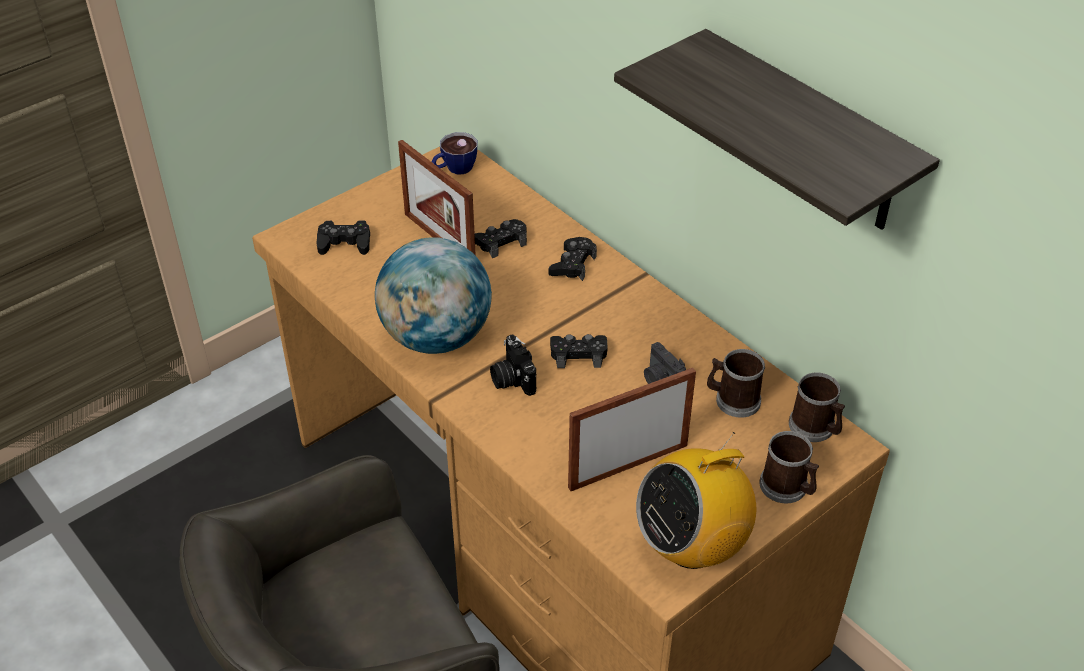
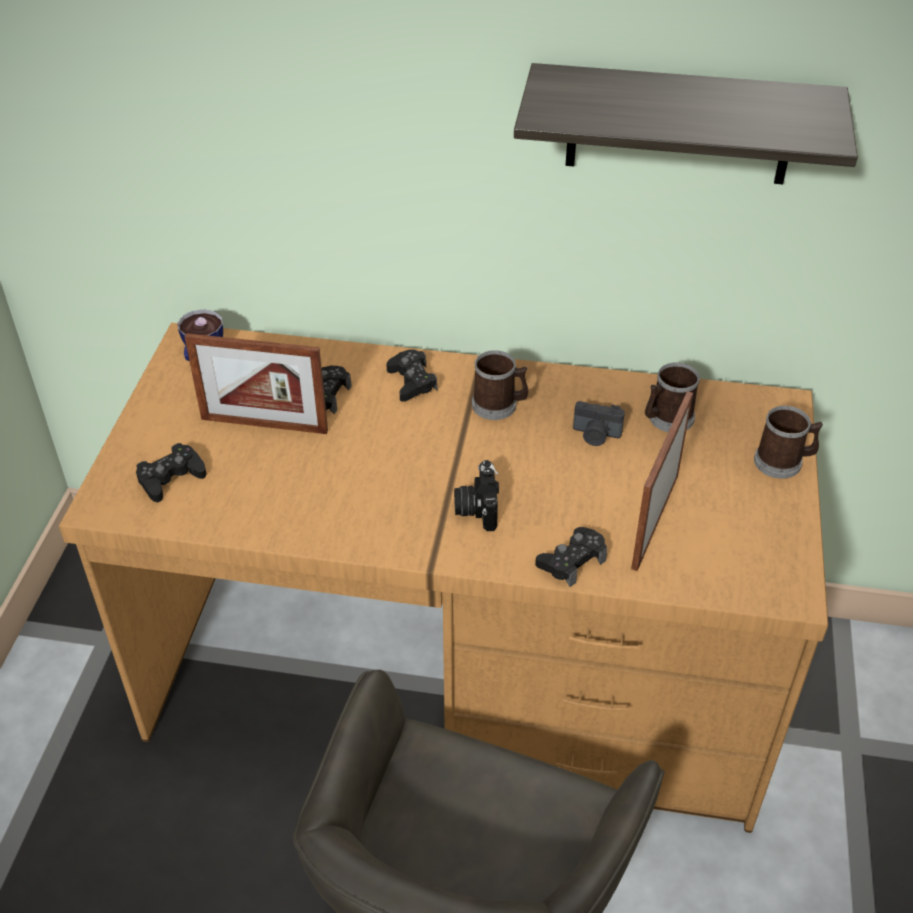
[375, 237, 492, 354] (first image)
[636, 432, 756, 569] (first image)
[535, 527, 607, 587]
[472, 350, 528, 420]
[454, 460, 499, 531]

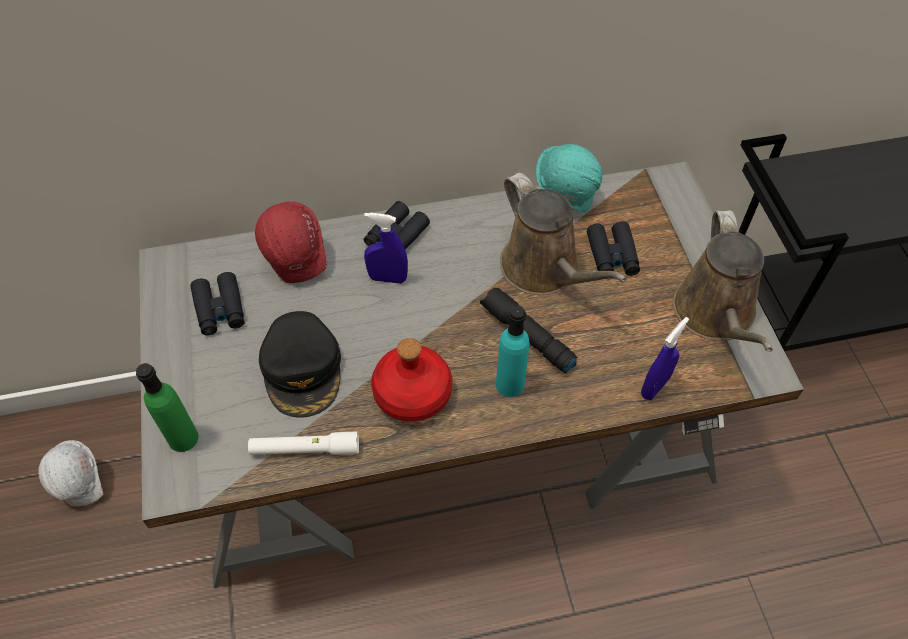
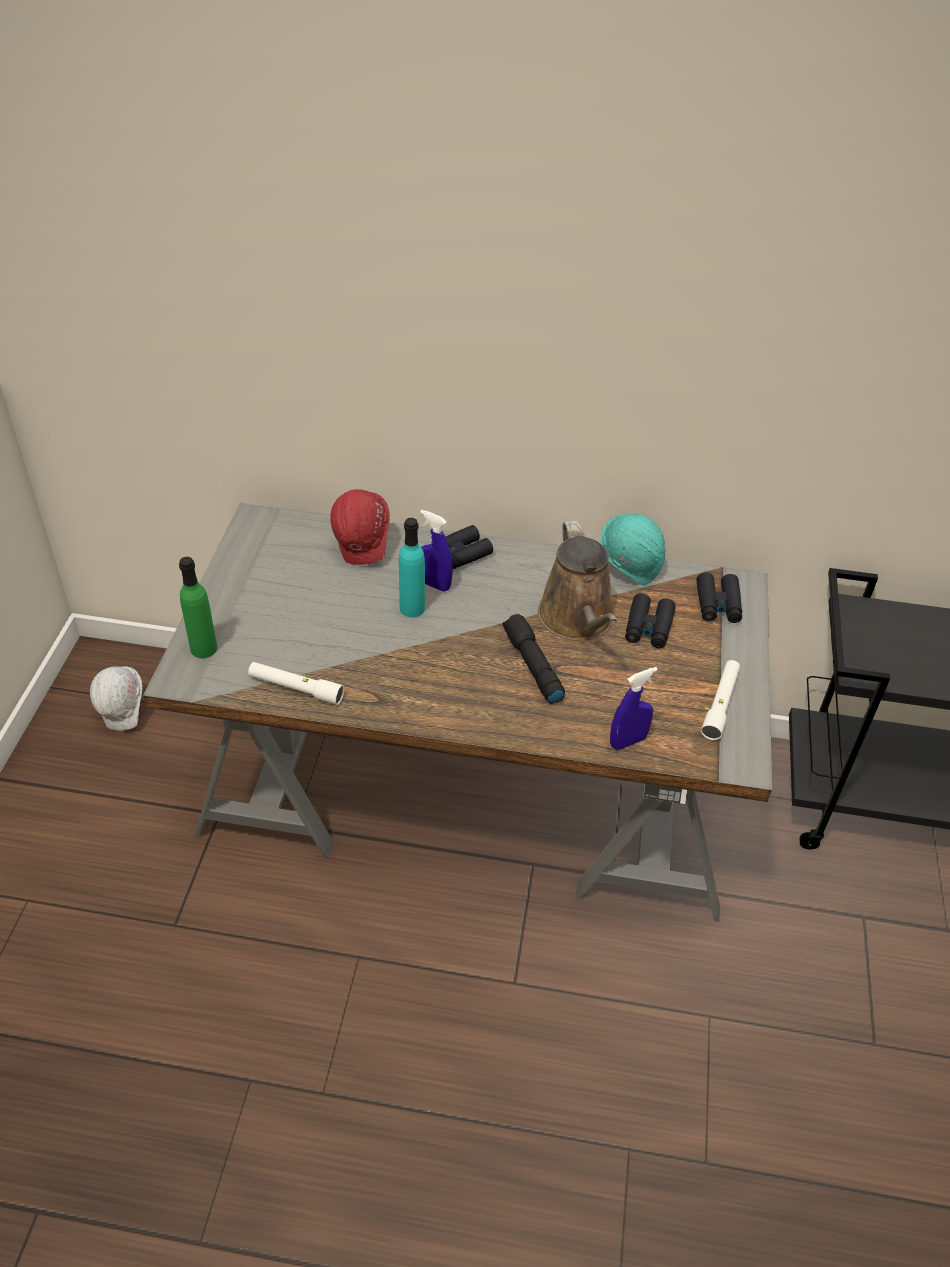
[259, 311, 341, 418] (first image)
[371, 338, 452, 422] (first image)
[696, 572, 742, 623]
[399, 518, 425, 618]
[701, 660, 740, 740]

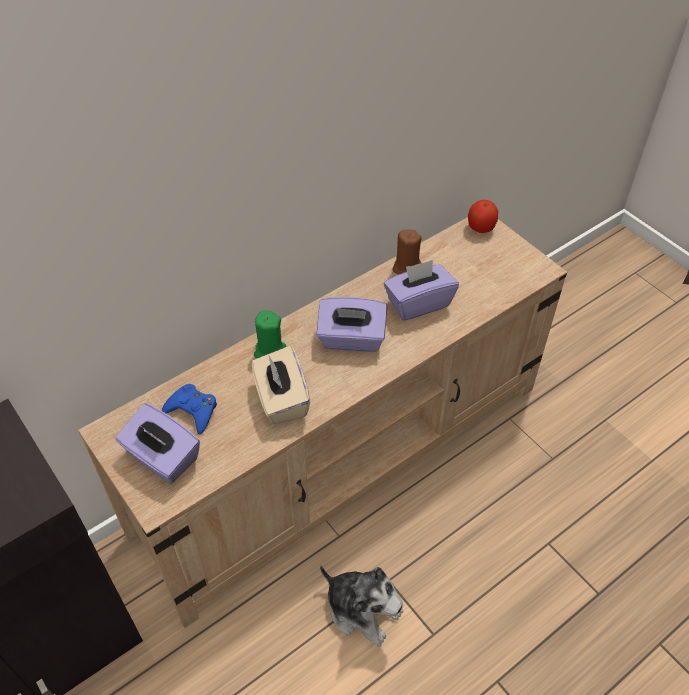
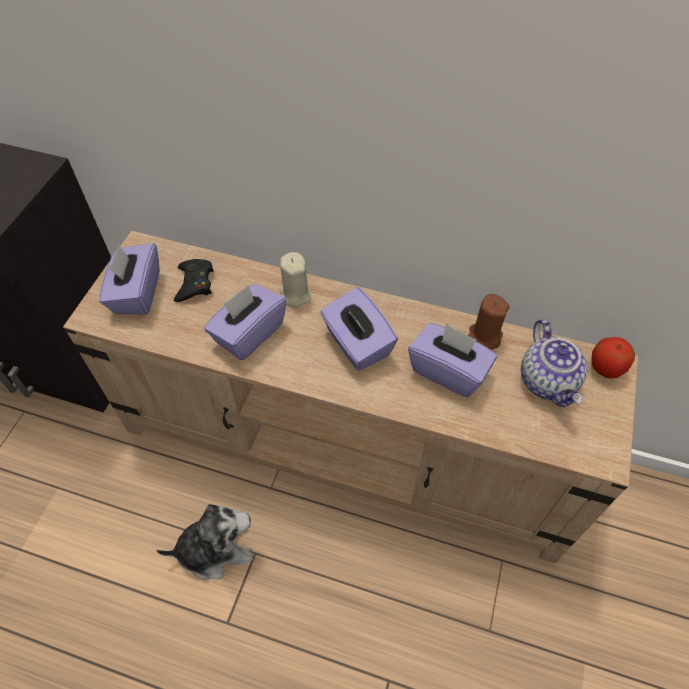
[521, 319, 588, 408]
[174, 259, 214, 302]
[204, 284, 287, 360]
[280, 252, 311, 307]
[156, 504, 253, 580]

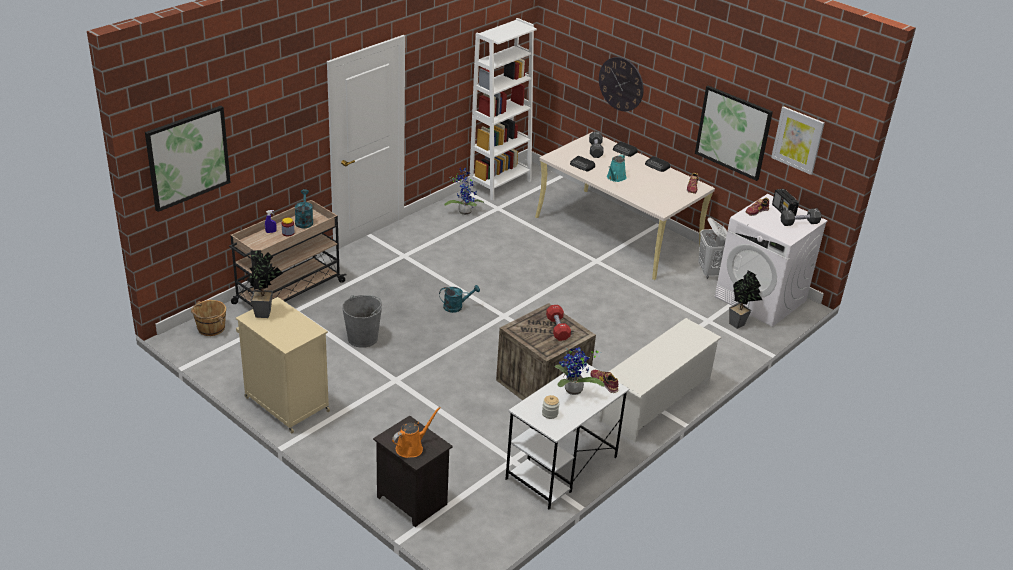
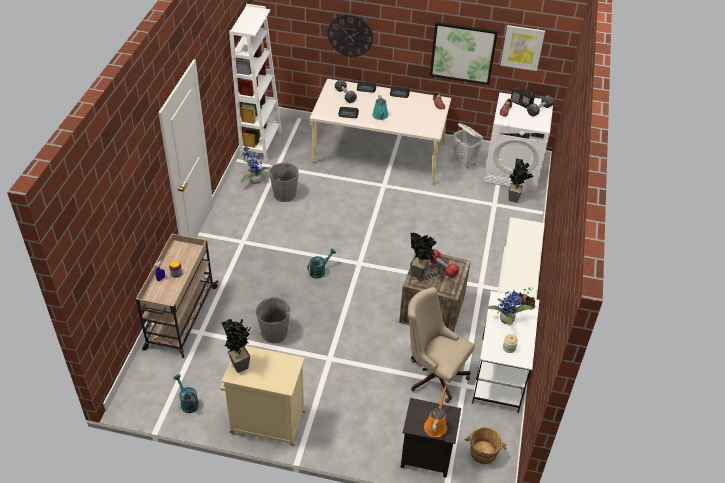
[145, 106, 231, 212] (first image)
[268, 162, 299, 202]
[408, 287, 475, 403]
[410, 232, 436, 279]
[465, 427, 506, 464]
[173, 374, 199, 413]

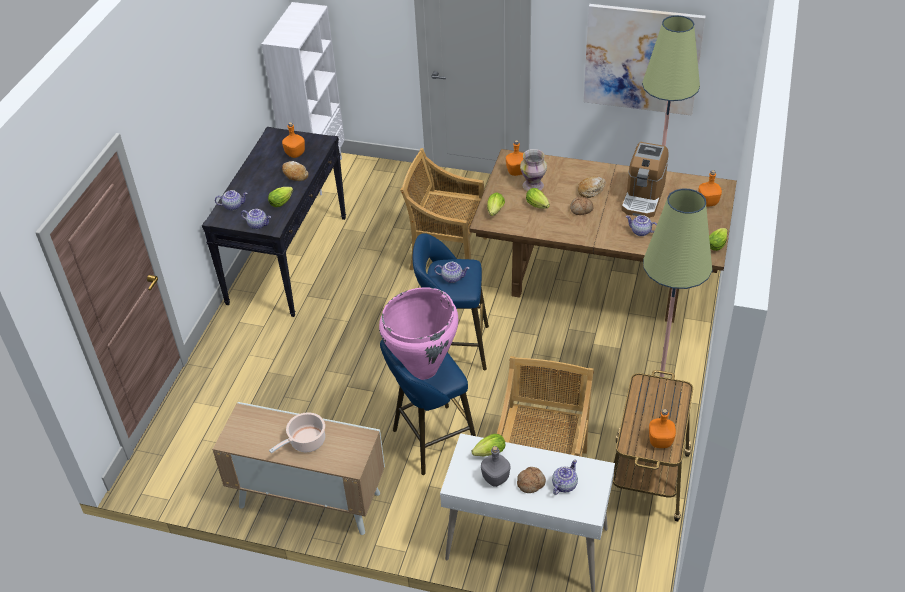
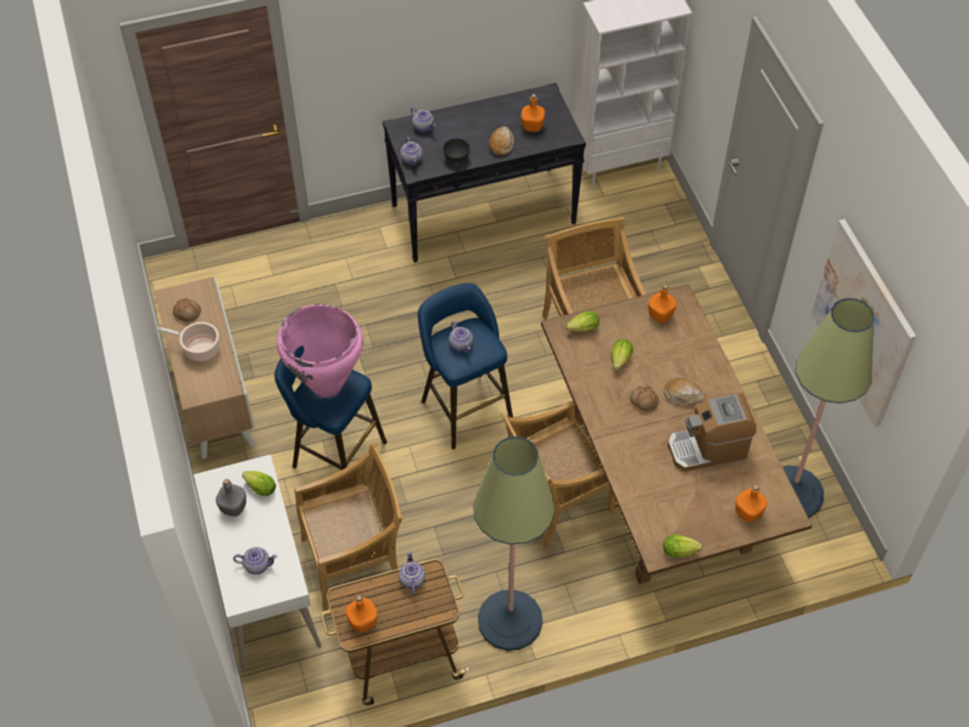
[520, 149, 547, 191] (first image)
[501, 401, 616, 548]
[173, 298, 201, 322]
[398, 551, 425, 595]
[443, 138, 470, 163]

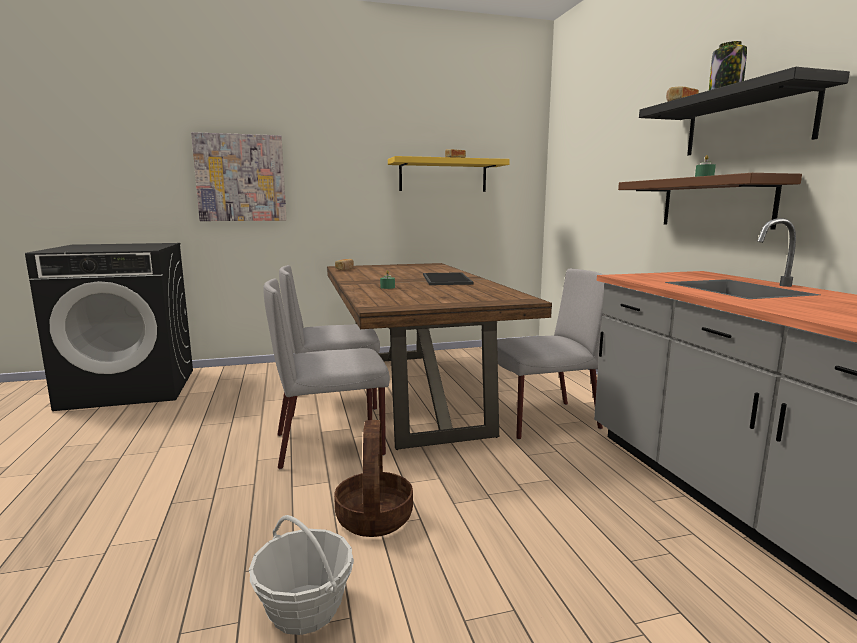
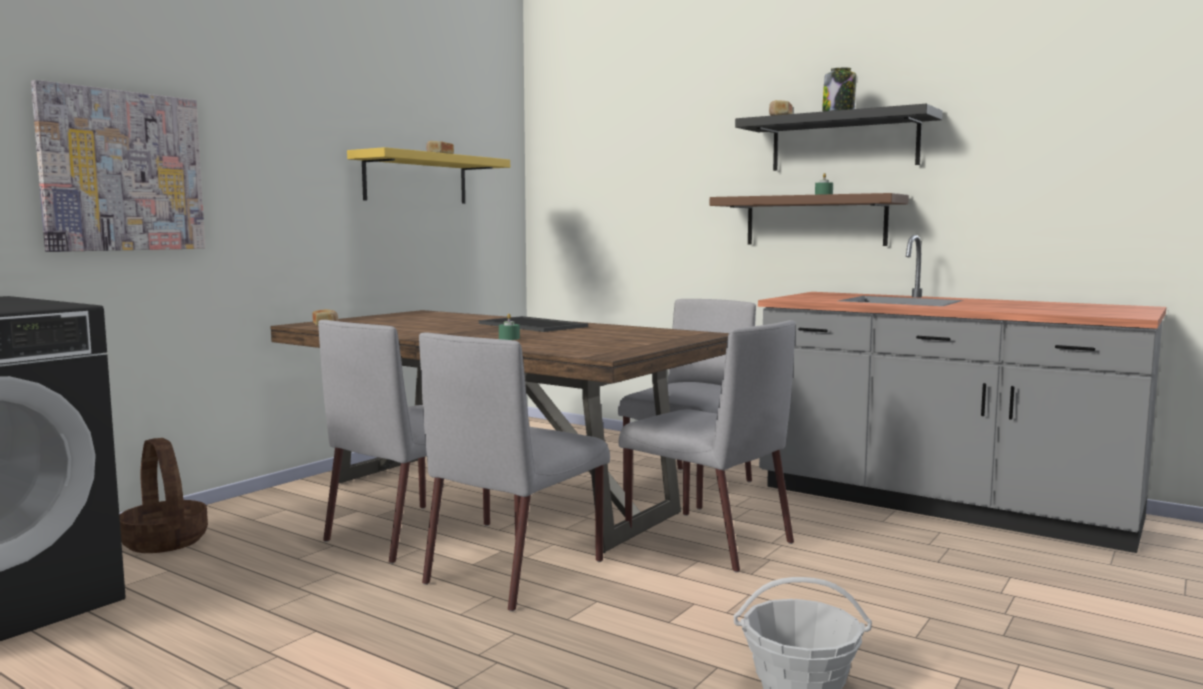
[619, 320, 795, 572]
[119, 438, 208, 553]

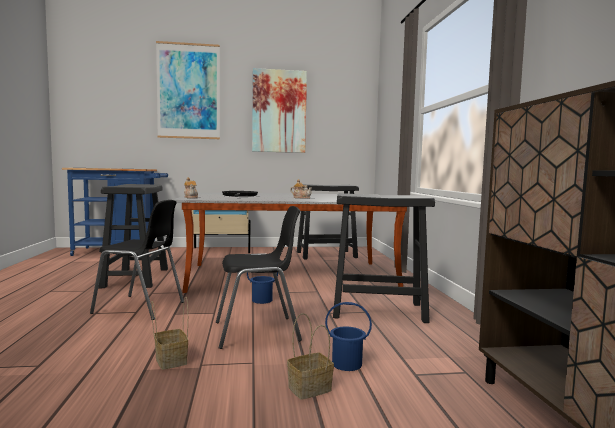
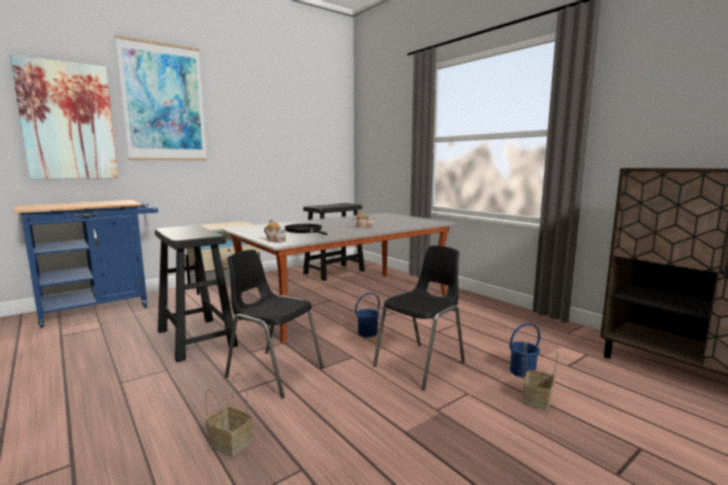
[333, 193, 435, 323] (first image)
[205, 372, 253, 457]
[10, 55, 119, 180]
[225, 250, 324, 398]

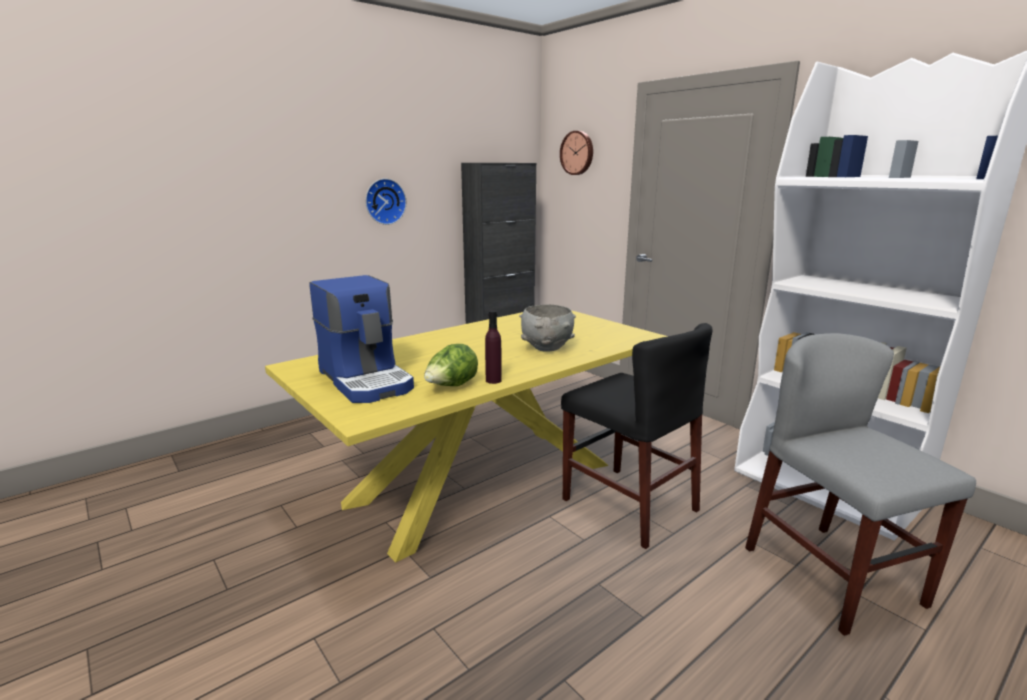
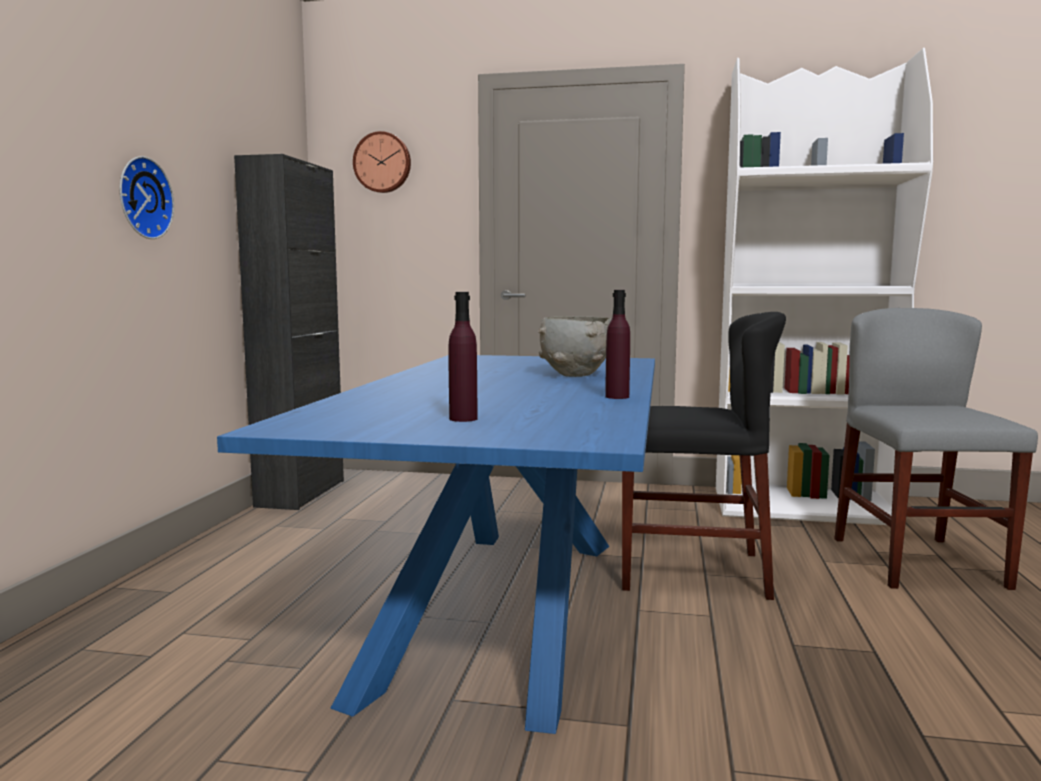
[424, 344, 478, 386] (first image)
[448, 292, 478, 422]
[217, 355, 655, 734]
[834, 308, 1038, 590]

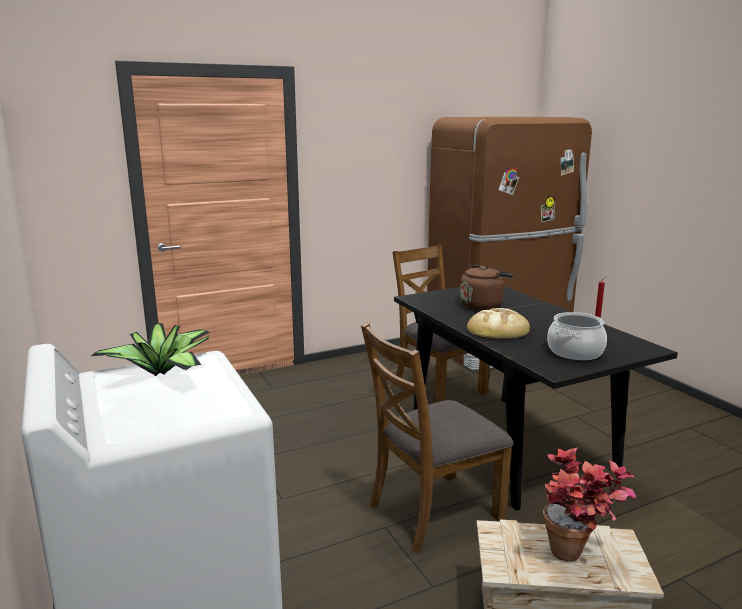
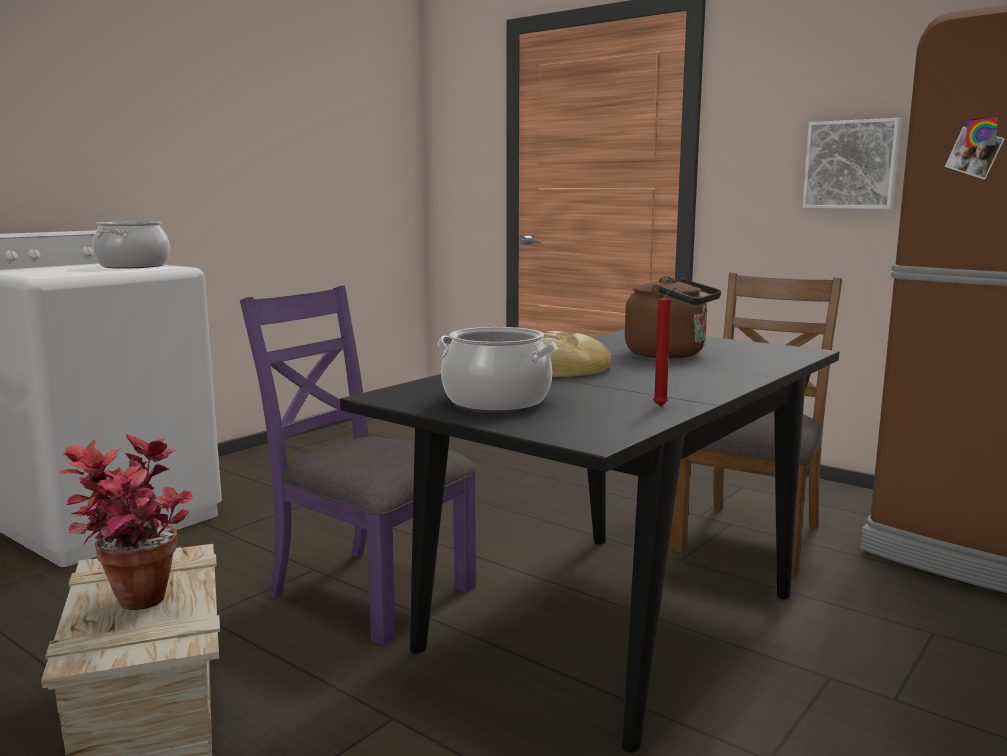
[802, 118, 901, 209]
[92, 221, 170, 269]
[240, 285, 477, 646]

